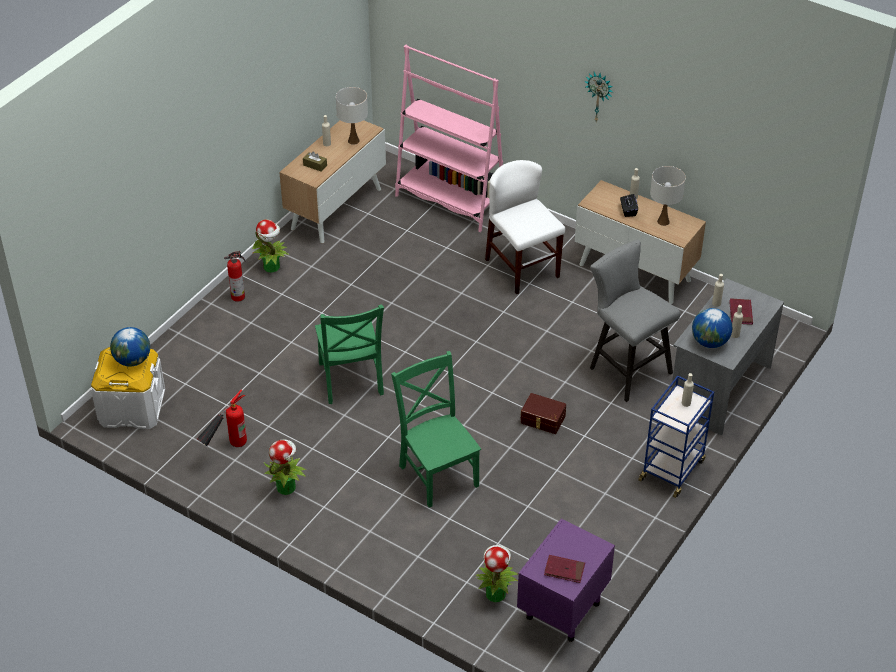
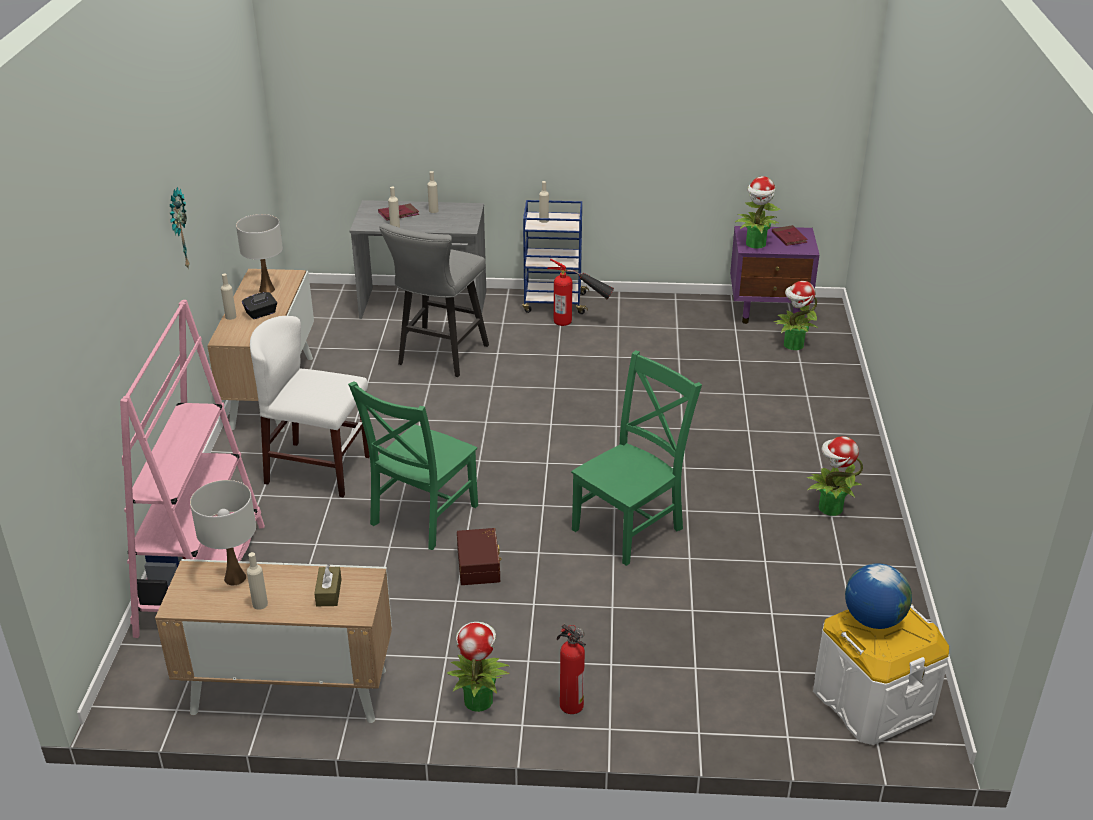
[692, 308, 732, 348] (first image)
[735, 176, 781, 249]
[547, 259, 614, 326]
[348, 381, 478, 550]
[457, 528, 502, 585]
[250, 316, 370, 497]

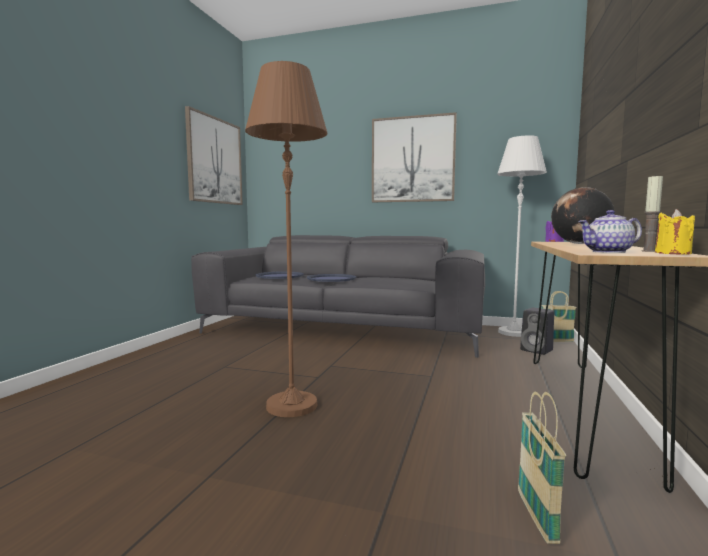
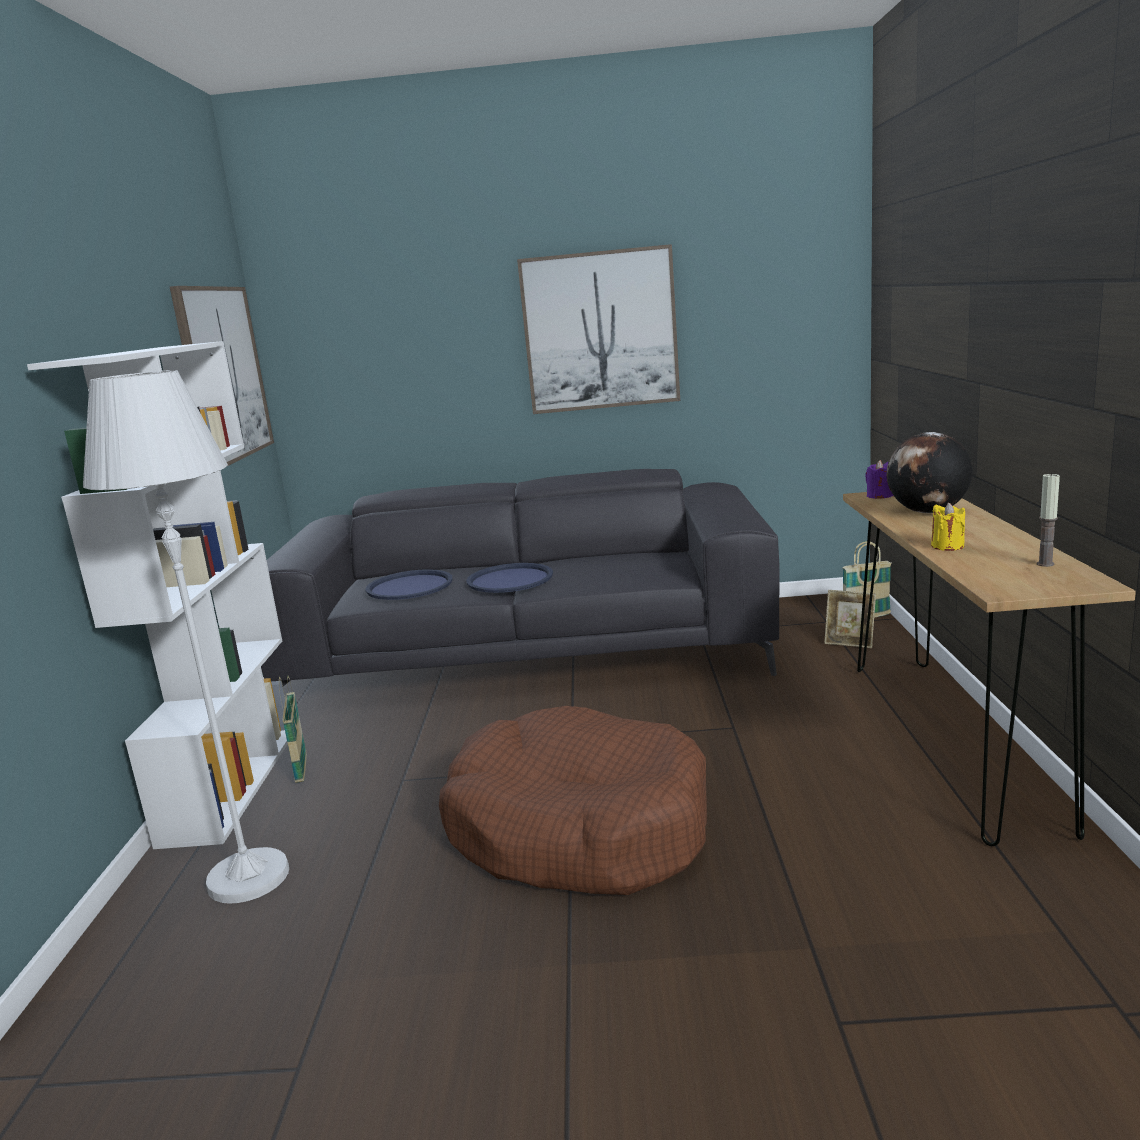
[578, 210, 642, 253] (first image)
[27, 341, 288, 849]
[83, 370, 289, 904]
[279, 676, 307, 783]
[931, 503, 965, 551]
[439, 706, 707, 895]
[824, 590, 876, 648]

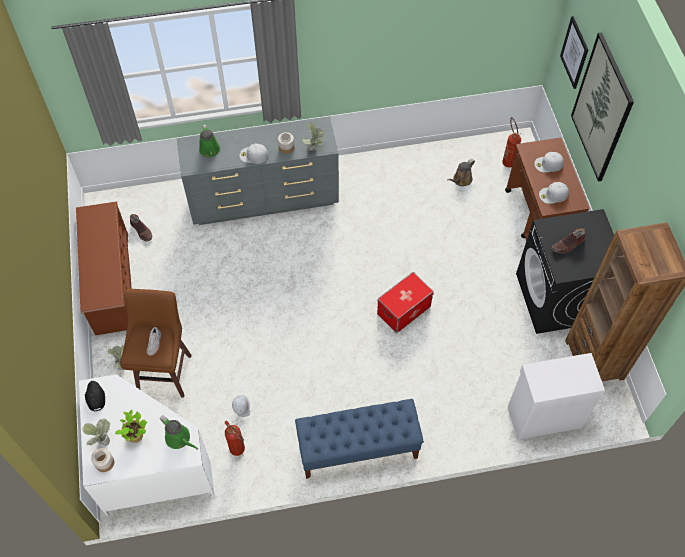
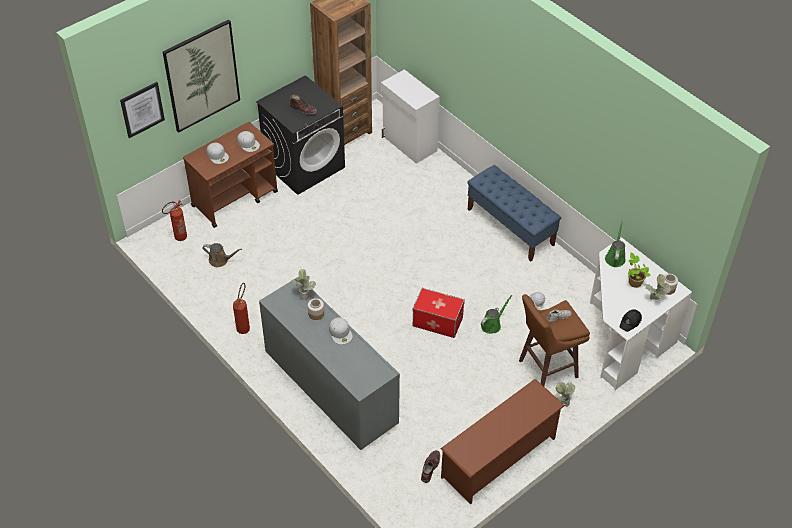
[481, 295, 512, 334]
[233, 283, 250, 334]
[413, 288, 465, 338]

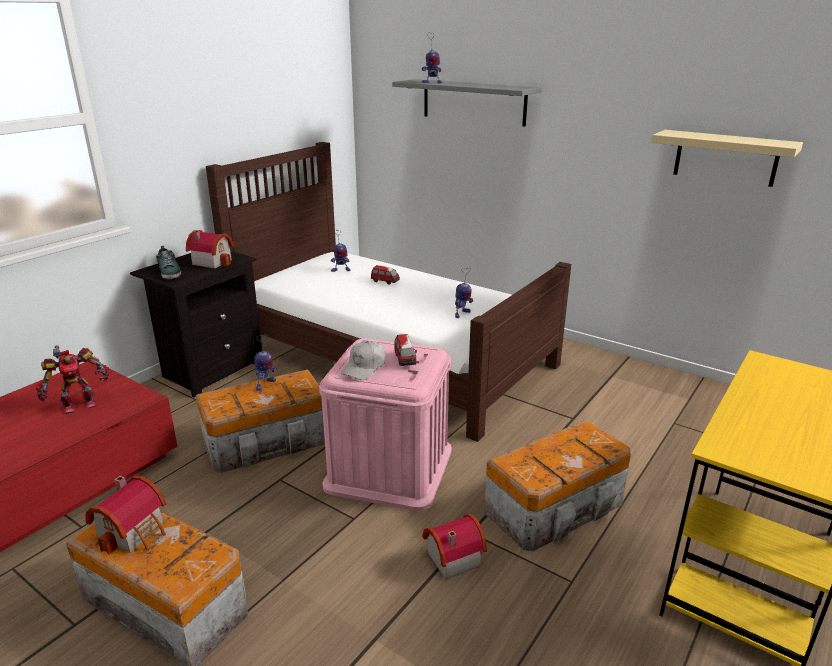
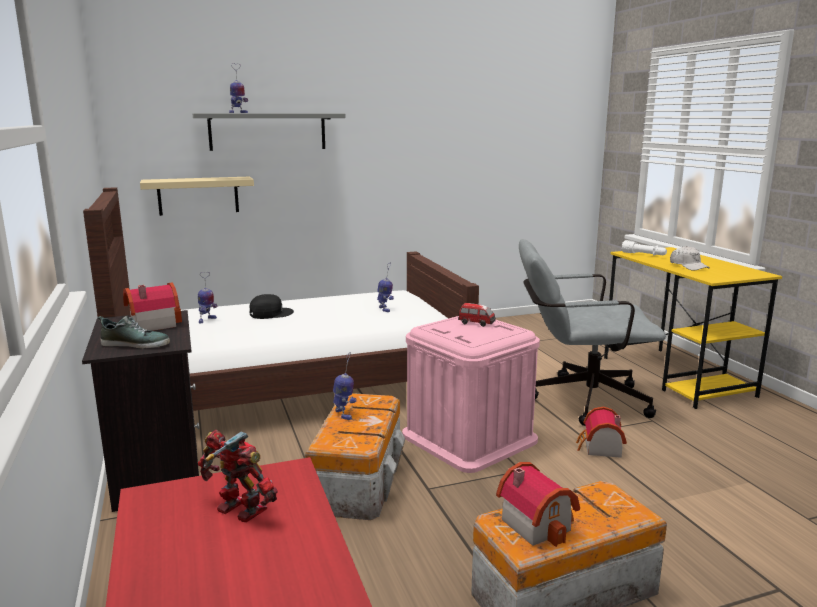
[622, 240, 667, 256]
[670, 246, 710, 271]
[140, 177, 254, 216]
[249, 294, 294, 319]
[519, 239, 666, 426]
[198, 429, 278, 522]

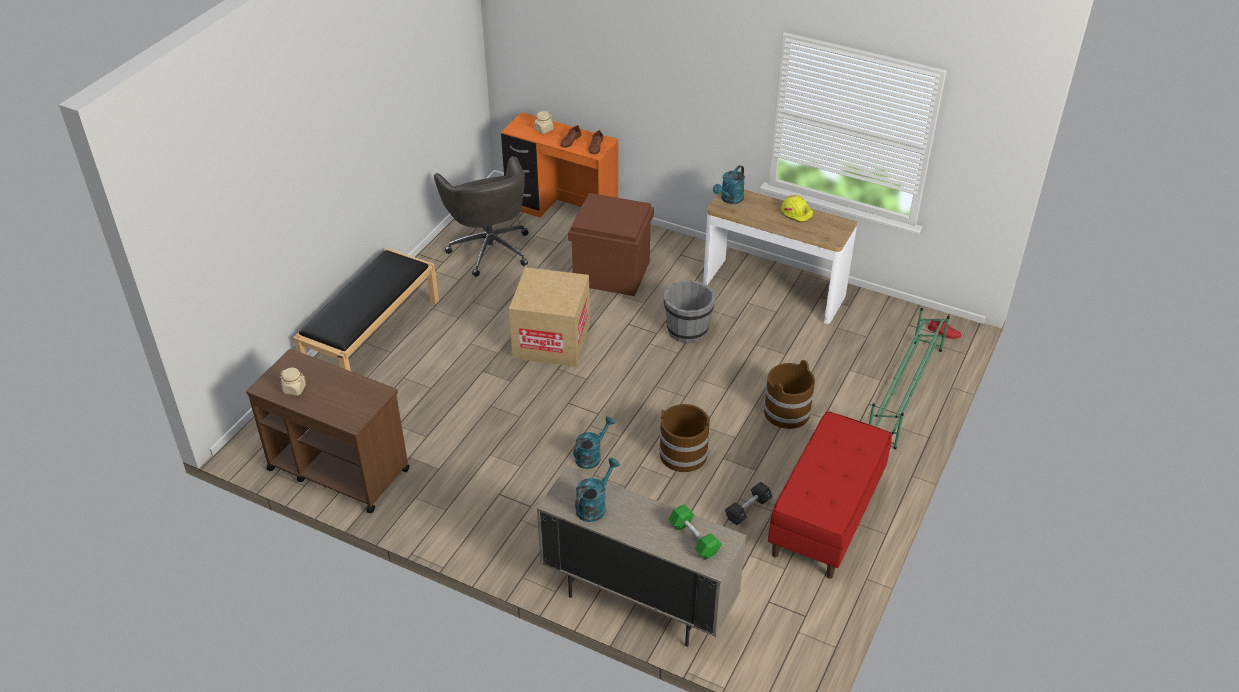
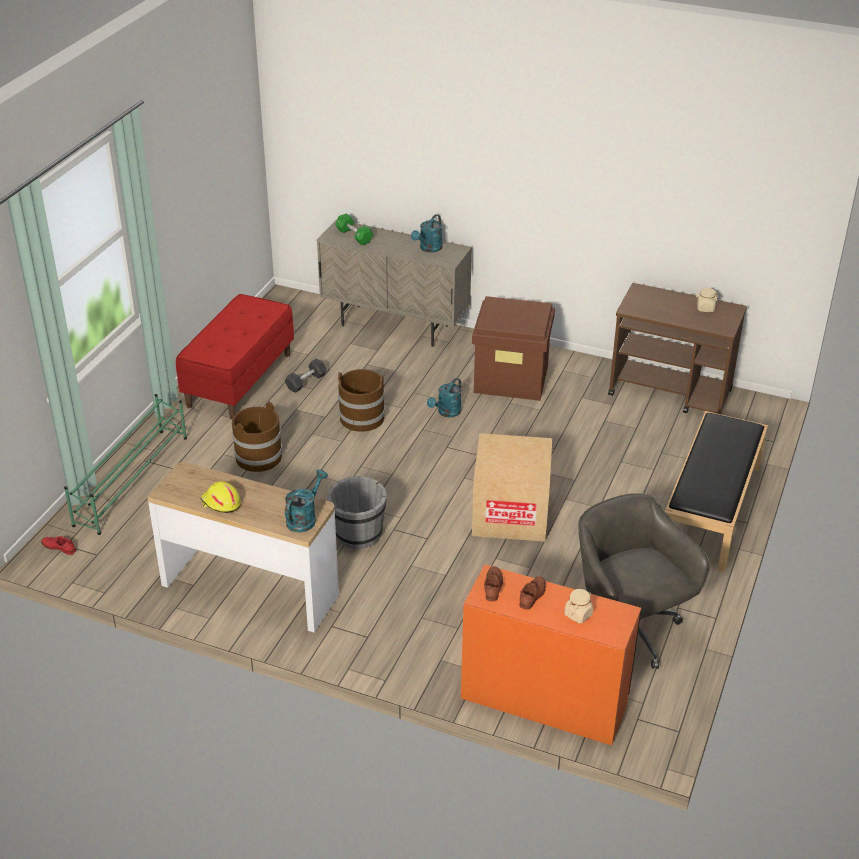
[472, 296, 555, 401]

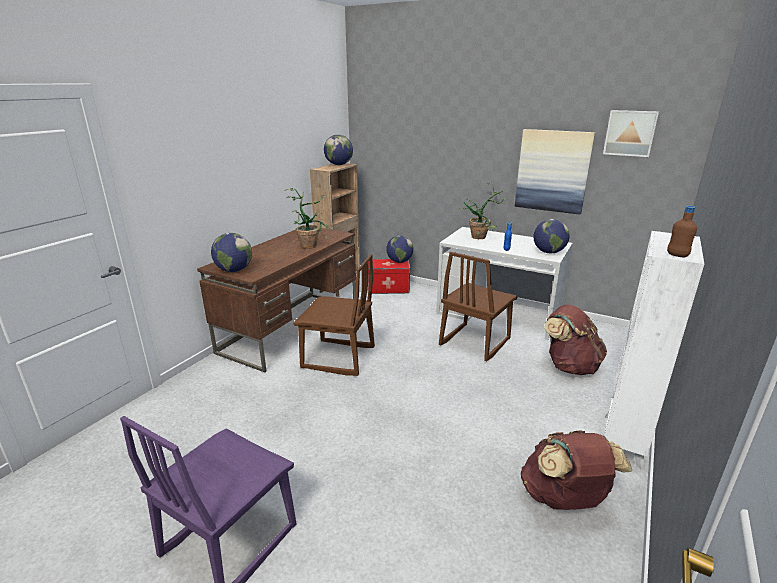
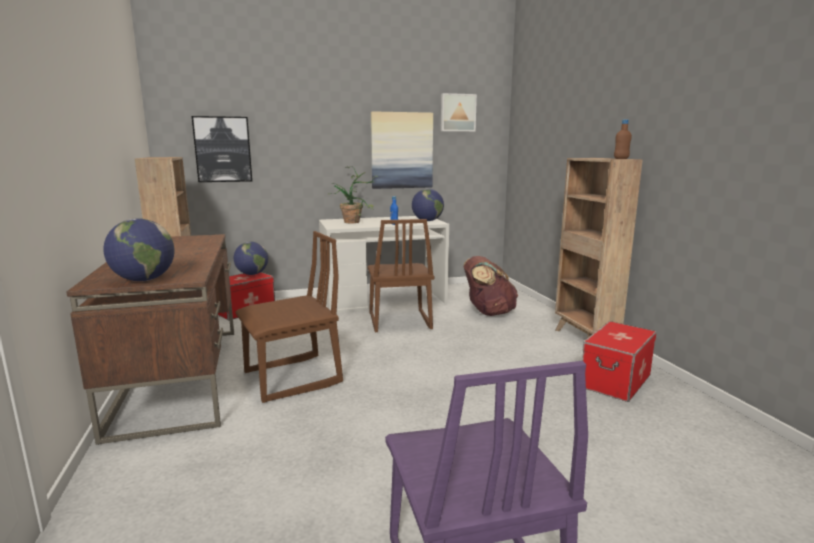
[285, 188, 332, 249] (first image)
[324, 135, 353, 165] (first image)
[192, 116, 252, 182]
[582, 321, 657, 402]
[555, 158, 643, 338]

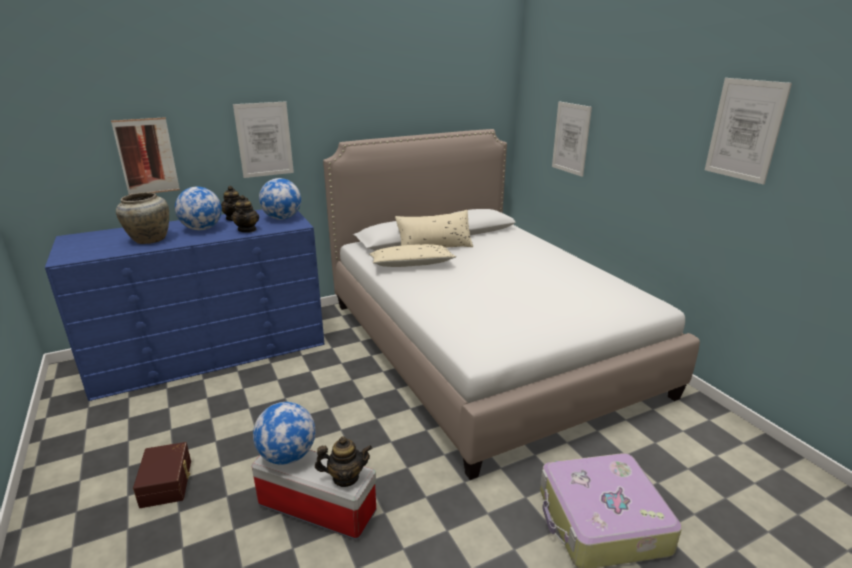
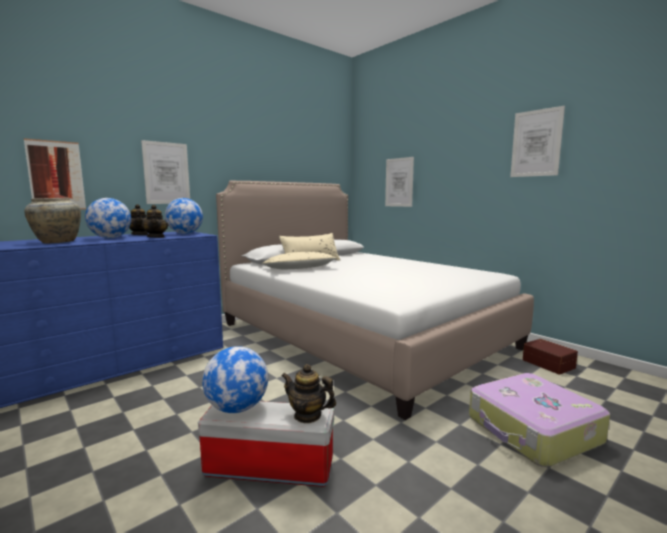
[523, 339, 578, 375]
[282, 364, 336, 423]

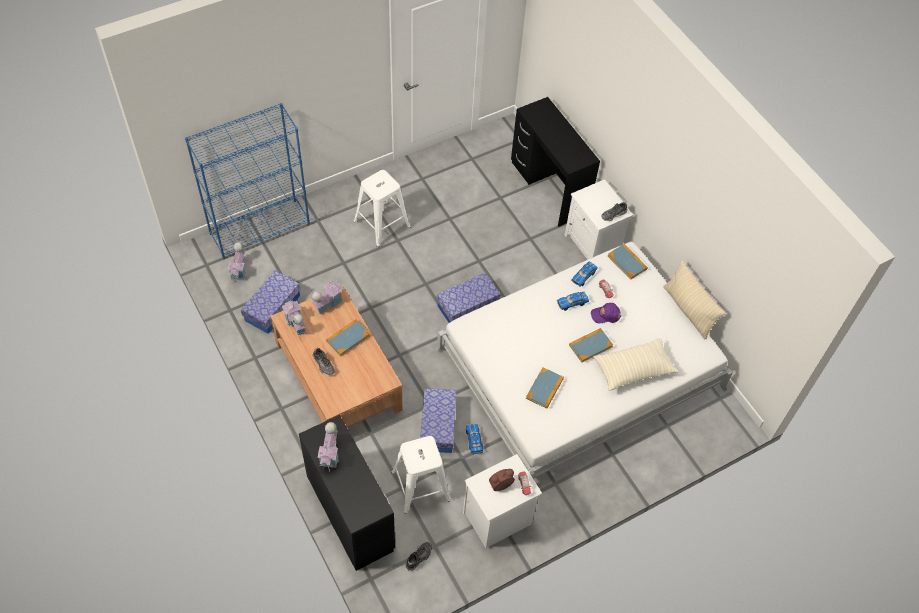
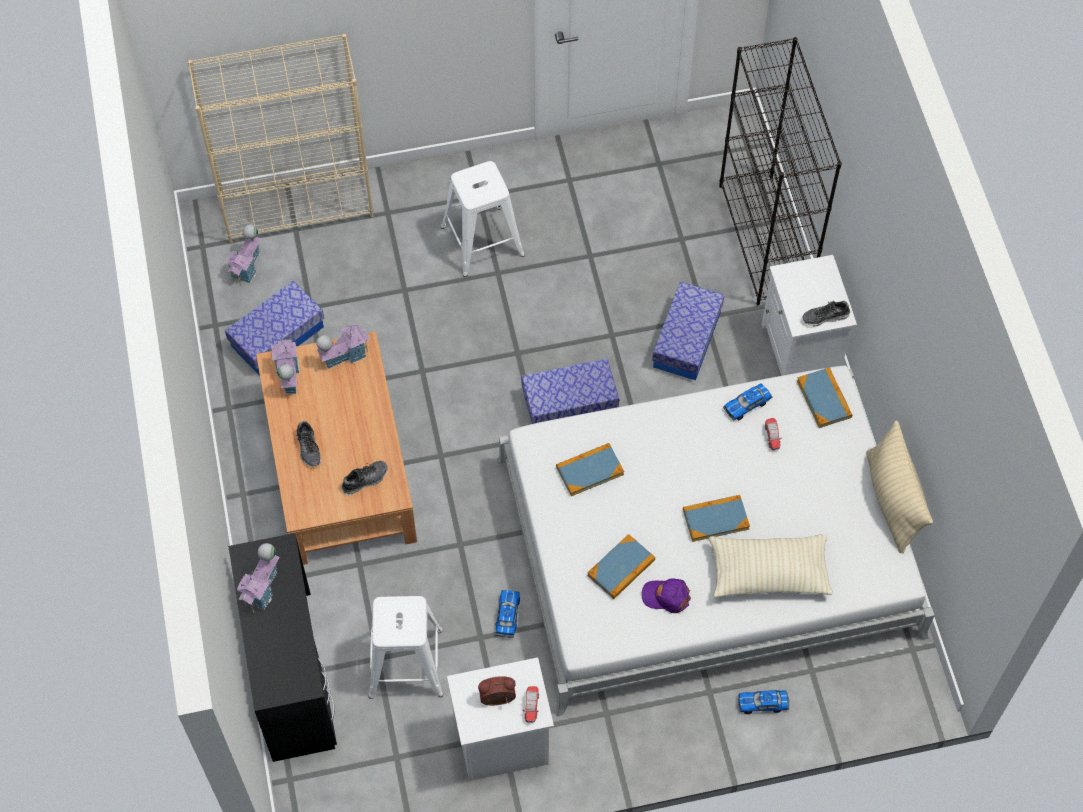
[556, 443, 624, 496]
[341, 461, 388, 495]
[652, 282, 725, 380]
[738, 690, 789, 714]
[642, 578, 691, 613]
[719, 37, 842, 305]
[188, 34, 374, 243]

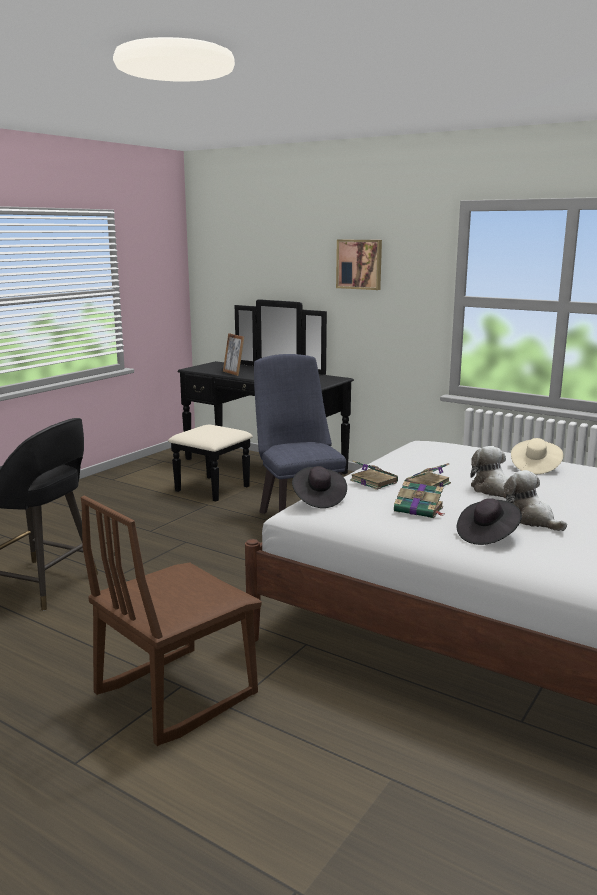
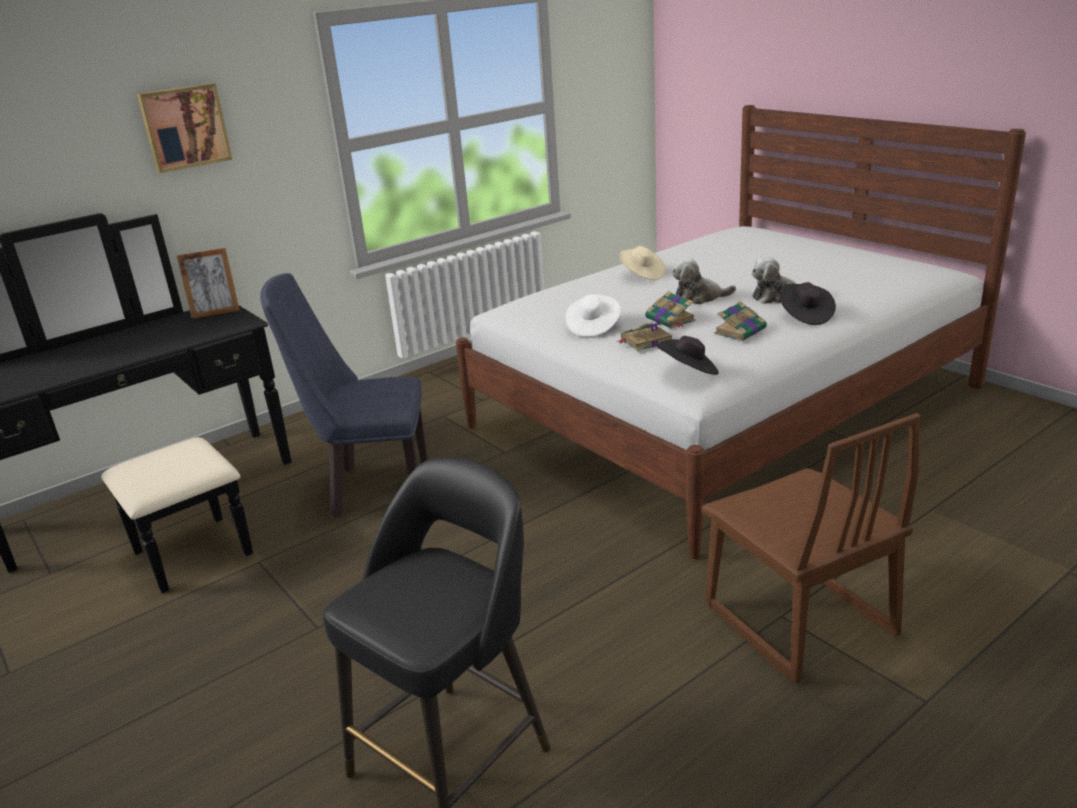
[566, 294, 621, 337]
[176, 248, 240, 319]

